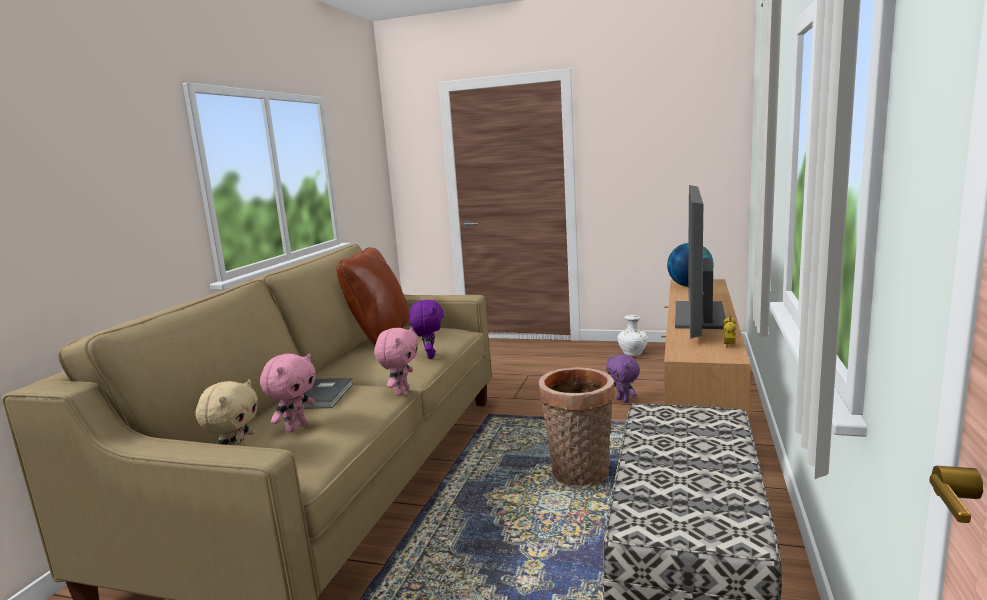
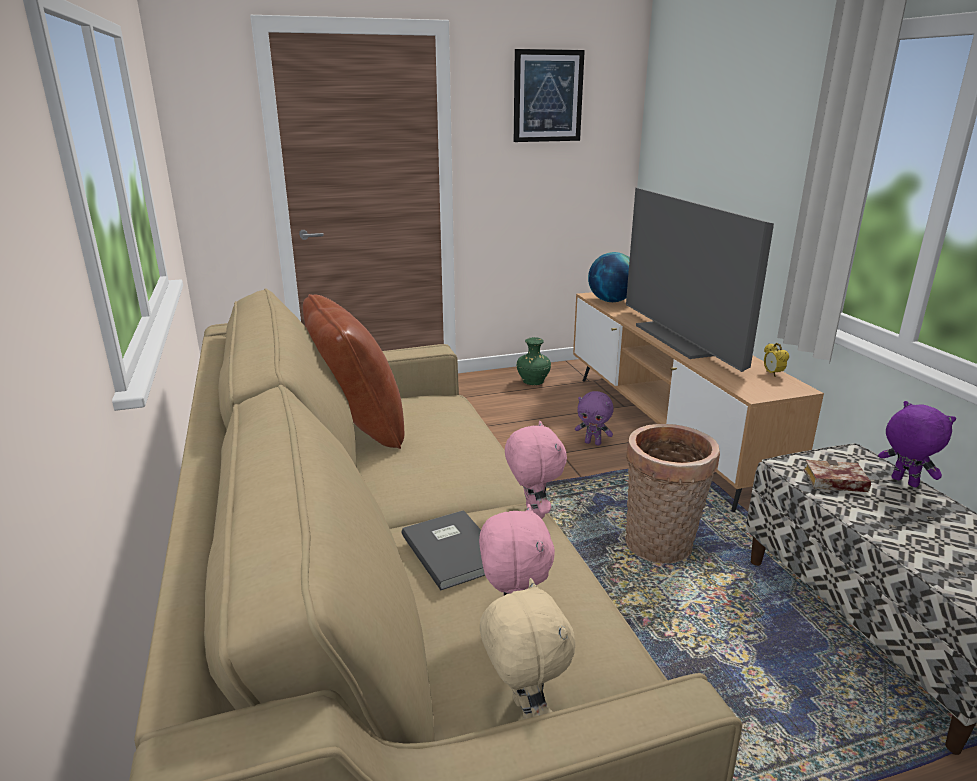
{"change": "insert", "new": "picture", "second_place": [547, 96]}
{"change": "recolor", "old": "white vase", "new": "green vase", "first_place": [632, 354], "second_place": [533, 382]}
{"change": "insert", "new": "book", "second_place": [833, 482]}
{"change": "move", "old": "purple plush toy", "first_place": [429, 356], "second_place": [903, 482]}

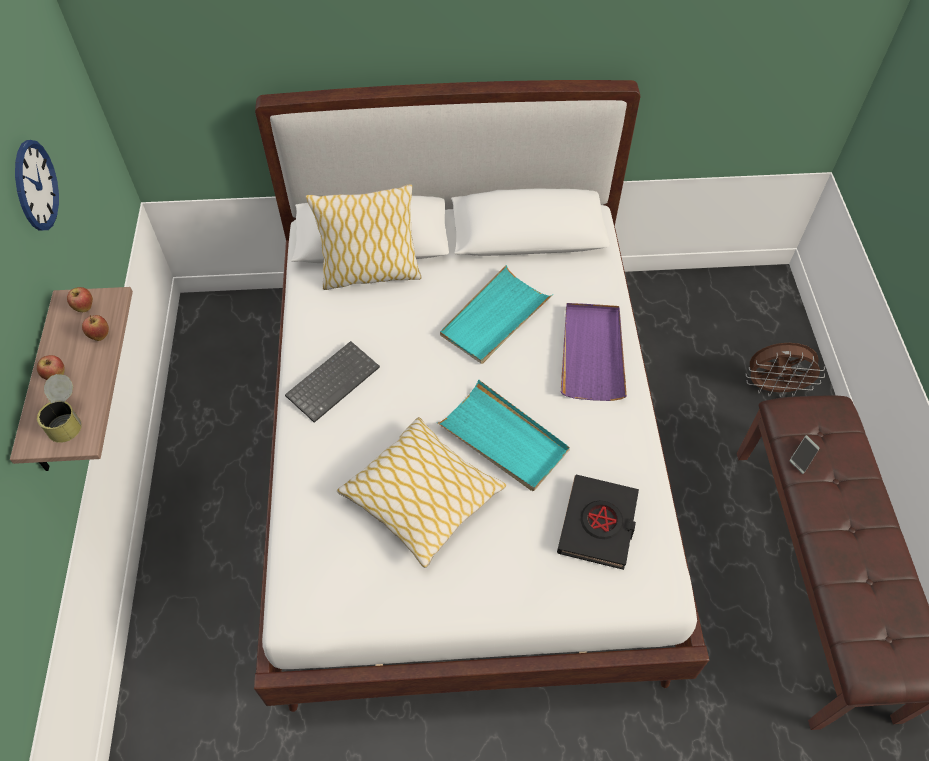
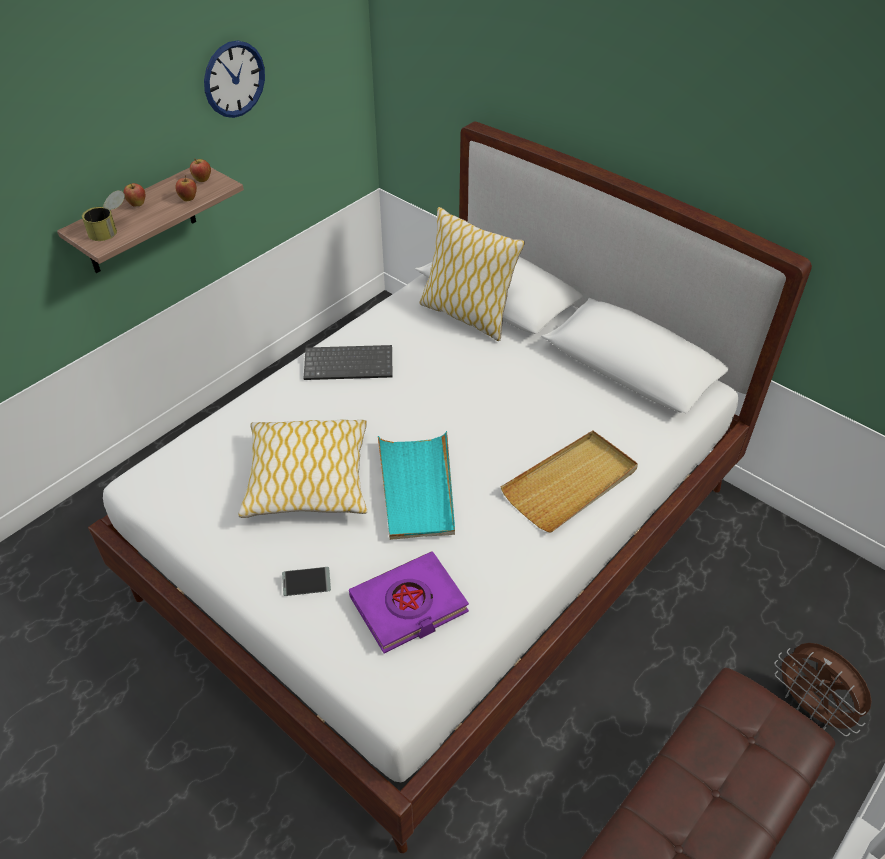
{"change": "move", "old": "phone", "first_place": [803, 456], "second_place": [307, 584]}
{"change": "recolor", "old": "black book", "new": "purple book", "first_place": [598, 524], "second_place": [409, 606]}
{"change": "recolor", "old": "purple tray", "new": "beige tray", "first_place": [592, 353], "second_place": [571, 484]}
{"change": "delete", "old": "turquoise tray", "first_place": [495, 318]}

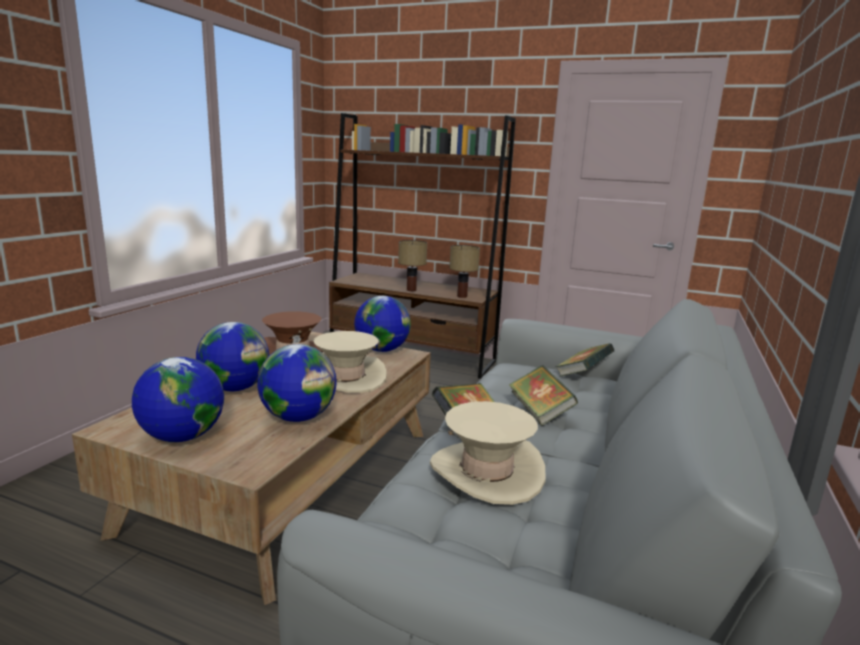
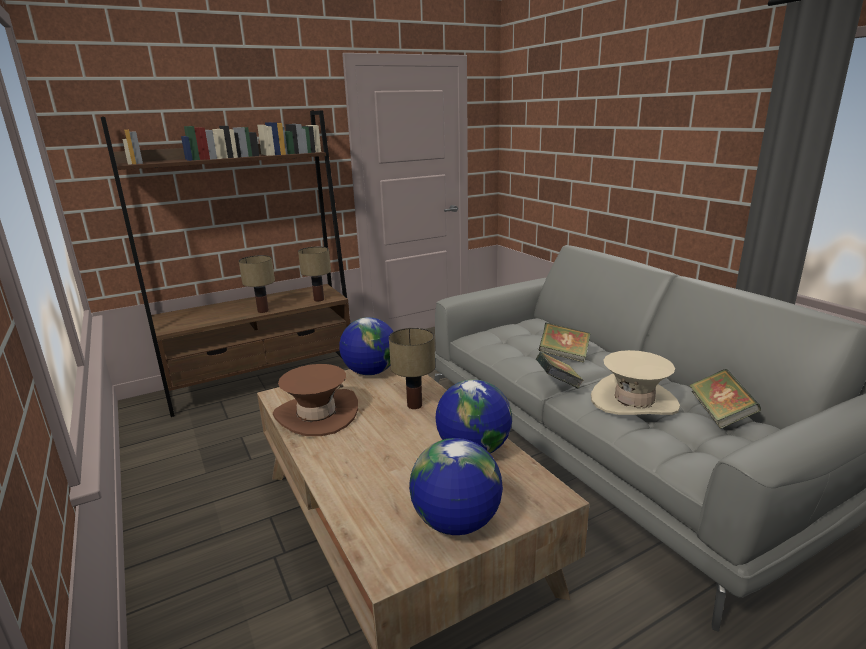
{"change": "replace", "old": "beige hat", "new": "table lamp", "first_place": [346, 378], "second_place": [414, 405]}
{"change": "move", "old": "book", "first_place": [582, 375], "second_place": [720, 414]}
{"change": "delete", "old": "globe", "first_place": [235, 388]}

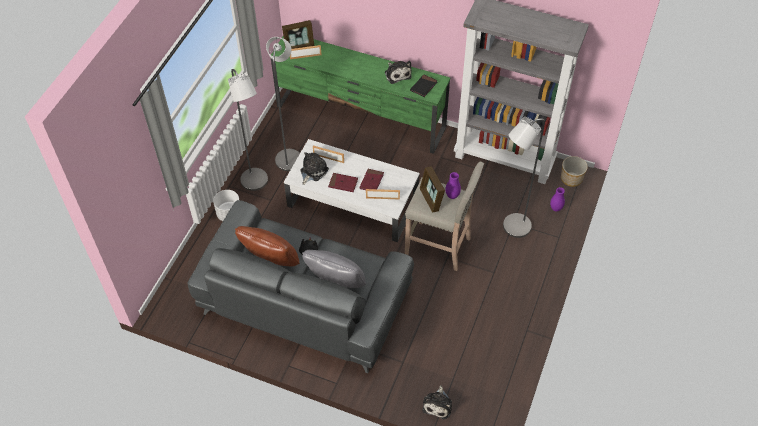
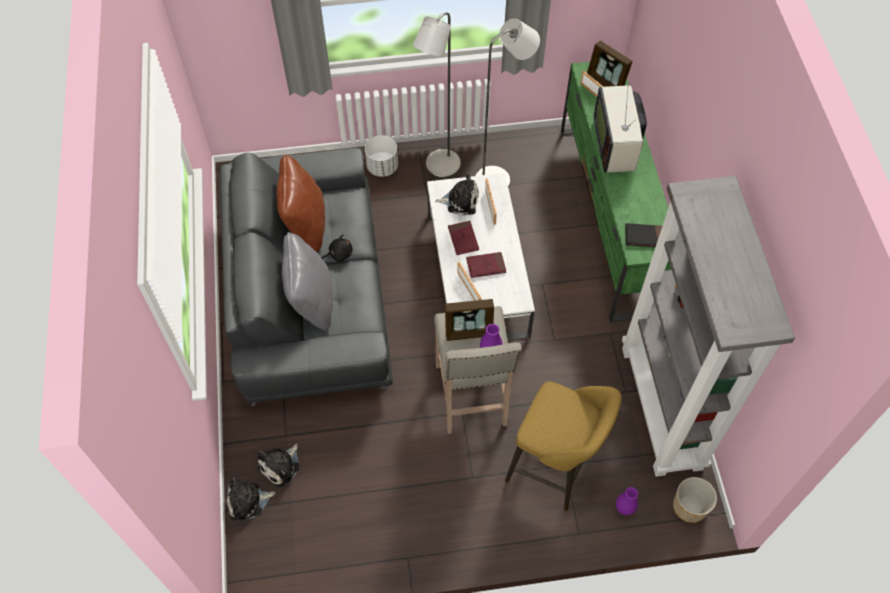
{"change": "move", "old": "plush toy", "first_place": [397, 74], "second_place": [281, 466]}
{"change": "rotate", "old": "picture frame", "first_place": [431, 199], "second_place": [469, 331], "degrees": -135}
{"change": "replace", "old": "grey floor lamp", "new": "yellow stool", "first_place": [512, 228], "second_place": [555, 468]}
{"change": "insert", "new": "television", "second_place": [617, 144]}

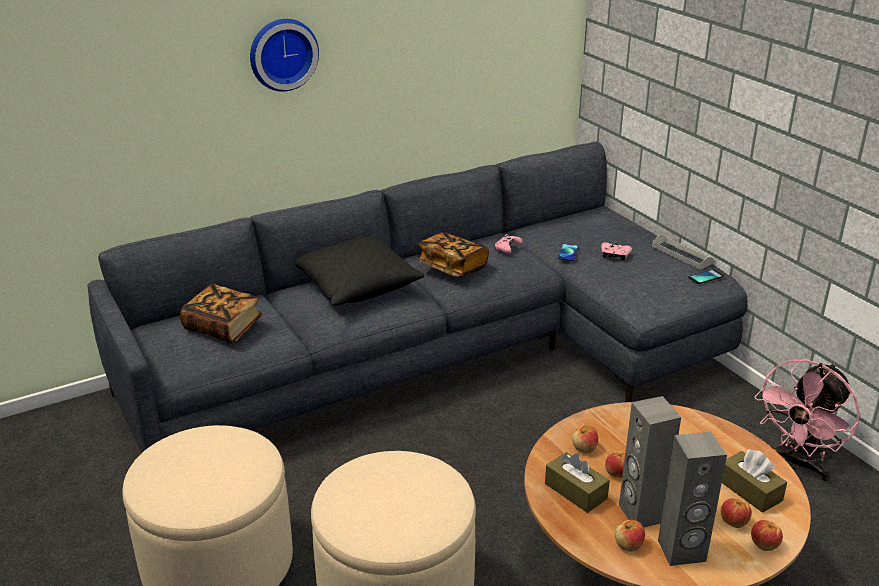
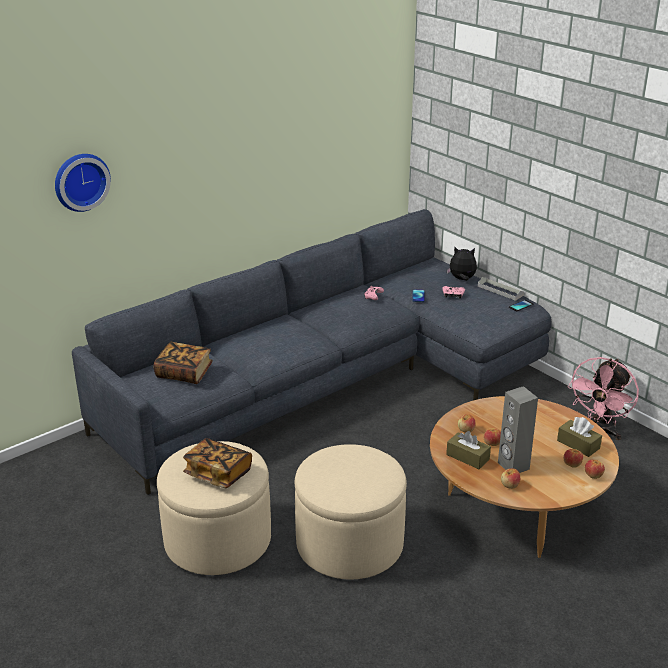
{"change": "move", "old": "wall clock", "first_place": [282, 53], "second_place": [80, 181]}
{"change": "move", "old": "book", "first_place": [452, 267], "second_place": [218, 474]}
{"change": "insert", "new": "plush toy", "second_place": [462, 279]}
{"change": "delete", "old": "black pillow", "first_place": [355, 285]}
{"change": "delete", "old": "grey speaker", "first_place": [682, 551]}

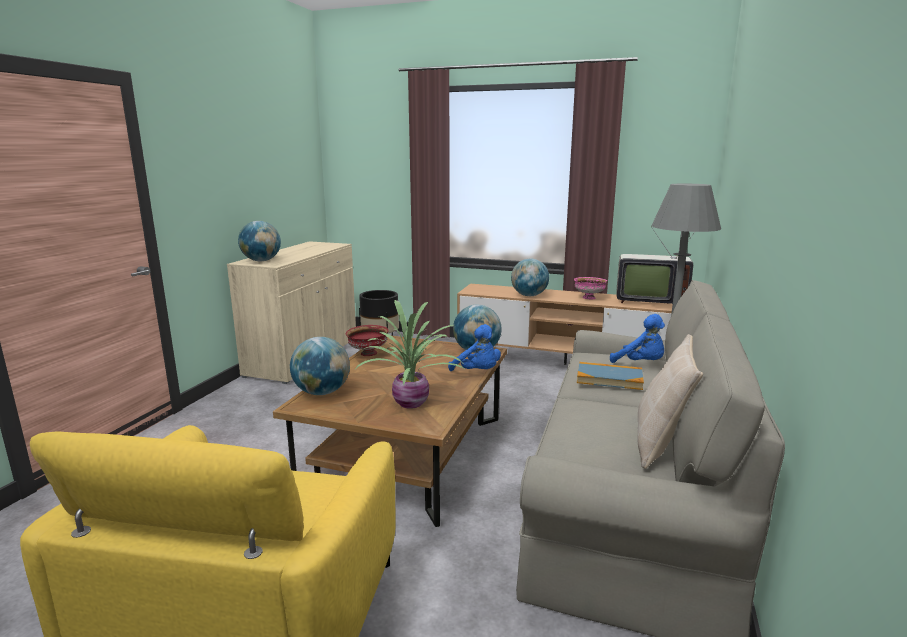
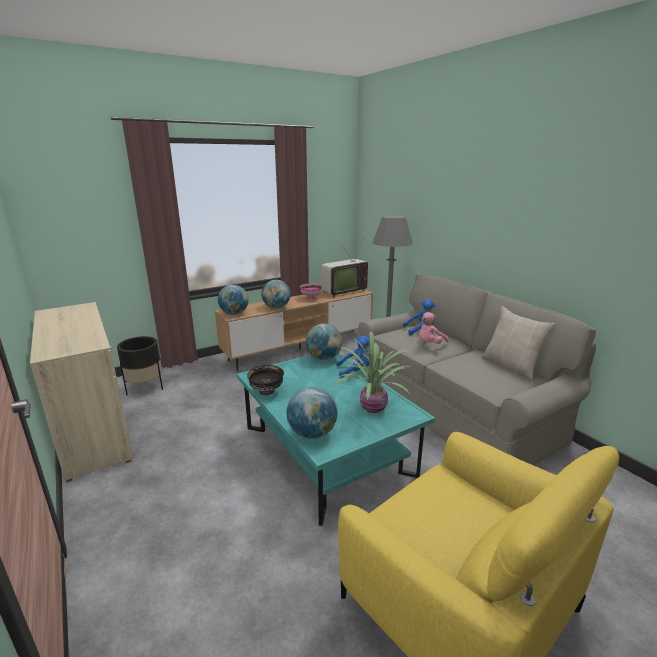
{"change": "move", "old": "globe", "first_place": [261, 261], "second_place": [234, 314]}
{"change": "recolor", "old": "brown coffee table", "new": "turquoise coffee table", "first_place": [408, 453], "second_place": [327, 450]}
{"change": "recolor", "old": "red bowl", "new": "black bowl", "first_place": [368, 354], "second_place": [267, 392]}
{"change": "replace", "old": "book", "new": "pink plush toy", "first_place": [609, 378], "second_place": [430, 344]}

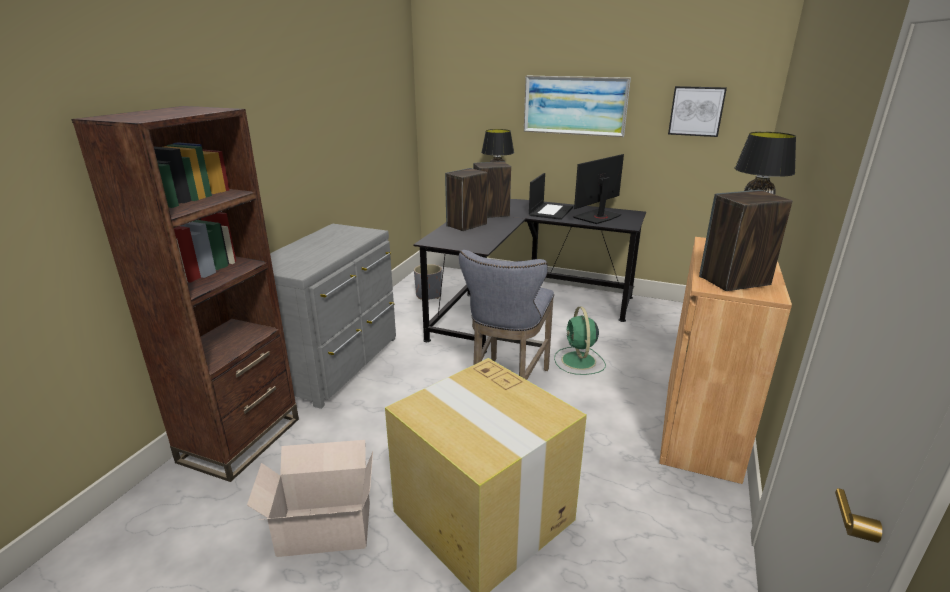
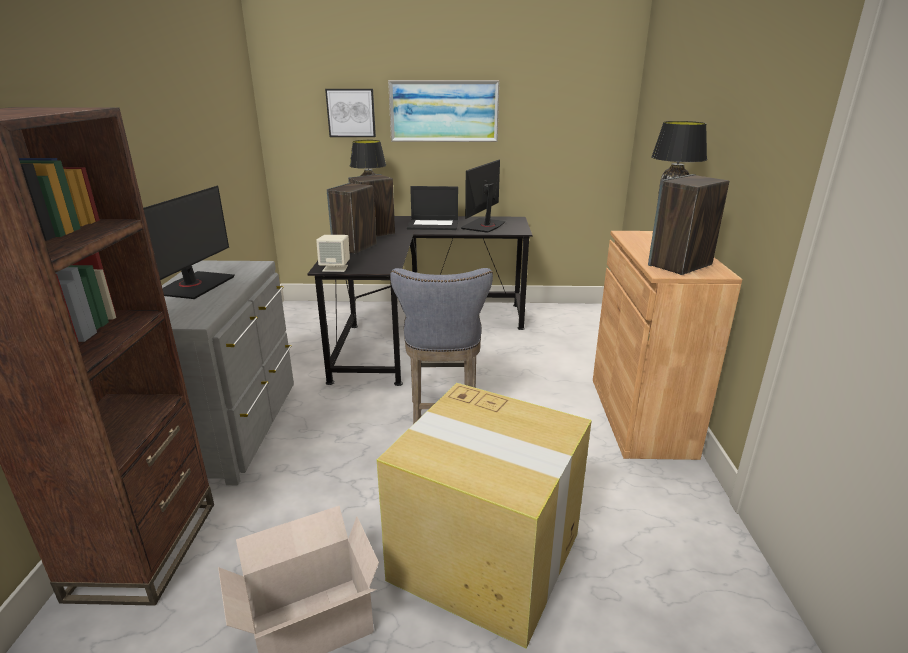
{"change": "insert", "new": "monitor", "second_place": [195, 285]}
{"change": "insert", "new": "beige speaker", "second_place": [335, 268]}
{"change": "move", "old": "picture", "first_place": [696, 111], "second_place": [351, 113]}
{"change": "rotate", "old": "laptop", "first_place": [550, 211], "second_place": [433, 225], "degrees": 90}
{"change": "delete", "old": "grey planter", "first_place": [428, 295]}
{"change": "delete", "old": "green fan", "first_place": [579, 361]}

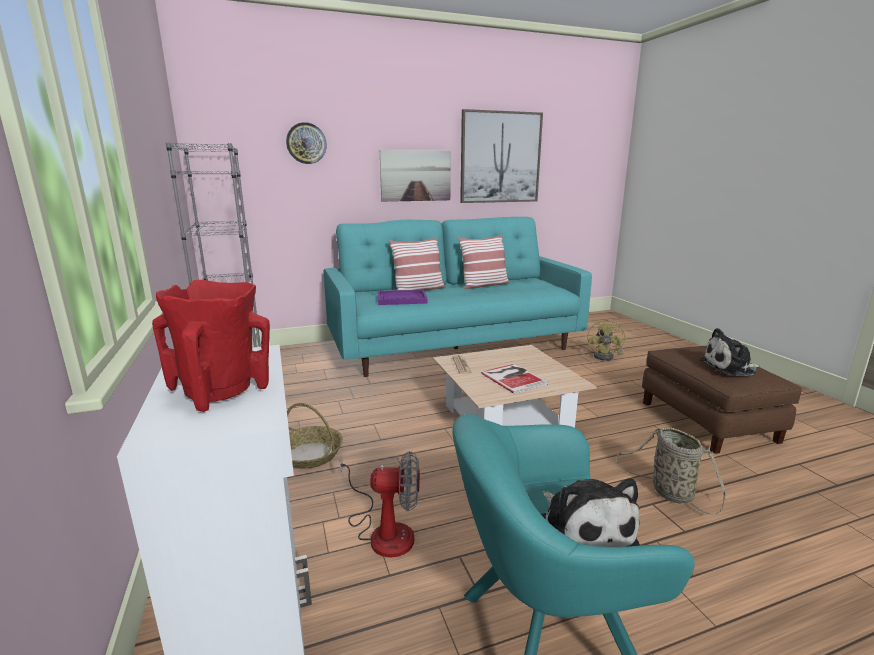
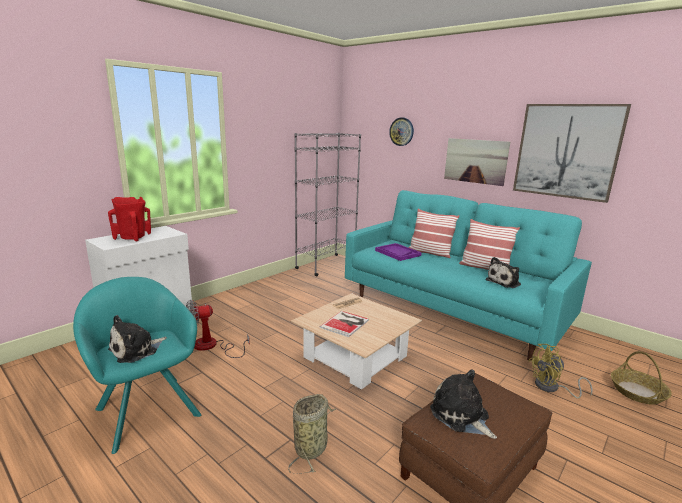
{"change": "rotate", "old": "fan", "first_place": [383, 530], "second_place": [212, 346], "degrees": 90}
{"change": "insert", "new": "plush toy", "second_place": [504, 282]}
{"change": "move", "old": "basket", "first_place": [310, 454], "second_place": [637, 392]}

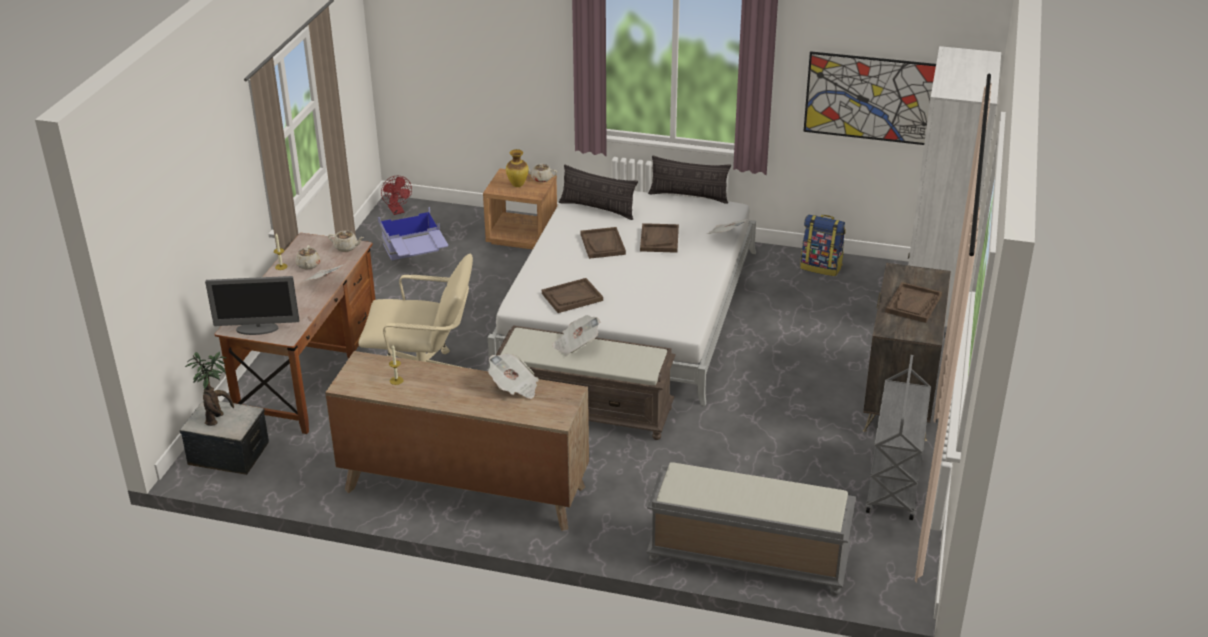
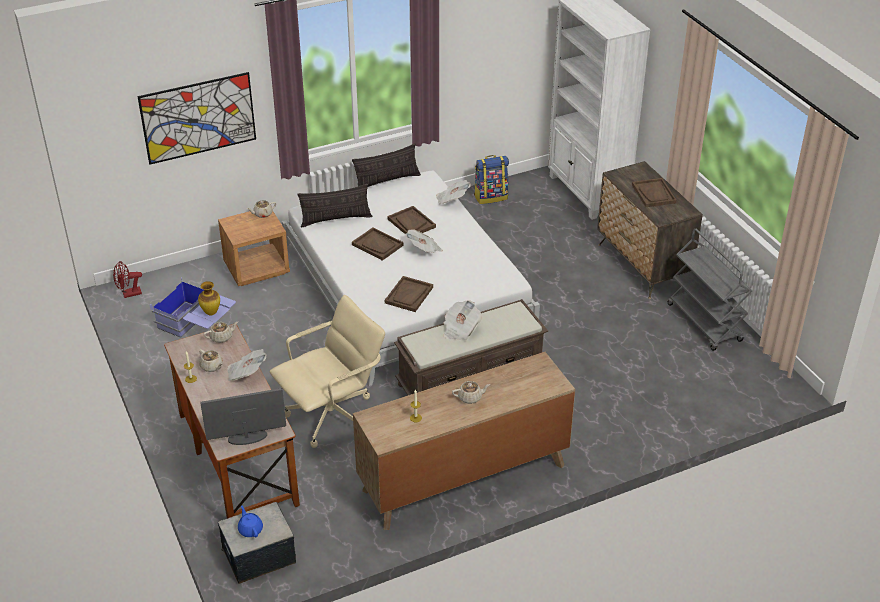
{"change": "rotate", "old": "red fan", "first_place": [397, 211], "second_place": [129, 294], "degrees": 135}
{"change": "move", "old": "picture", "first_place": [870, 98], "second_place": [198, 118]}
{"change": "move", "old": "vase", "first_place": [518, 185], "second_place": [211, 312]}
{"change": "rotate", "old": "monitor", "first_place": [257, 329], "second_place": [247, 437], "degrees": -150}
{"change": "replace", "old": "potted plant", "new": "blue teapot", "first_place": [217, 417], "second_place": [250, 529]}
{"change": "move", "old": "newspaper", "first_place": [514, 387], "second_place": [424, 249]}
{"change": "insert", "new": "beige teapot", "second_place": [470, 397]}
{"change": "delete", "old": "grey bench", "first_place": [746, 558]}

